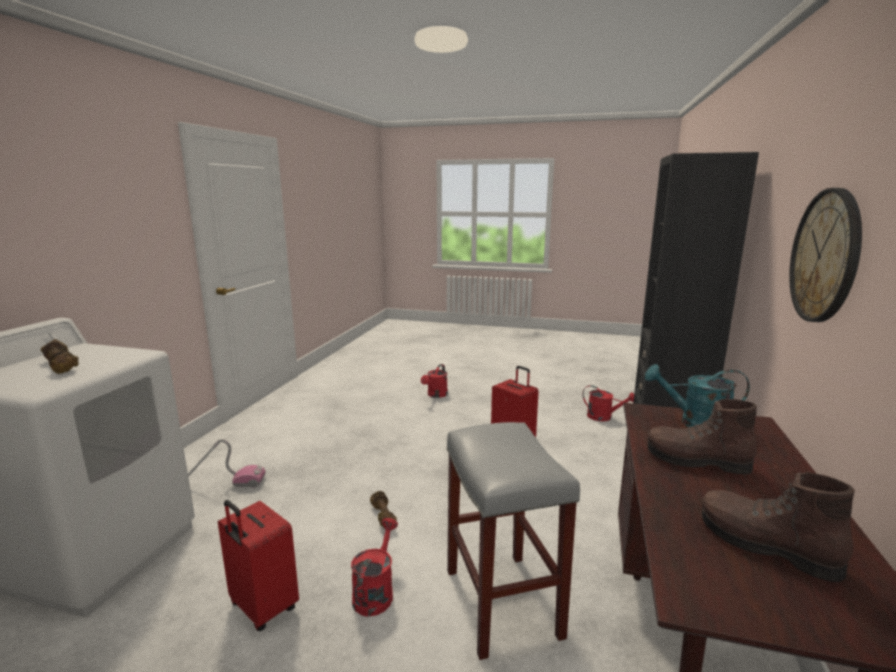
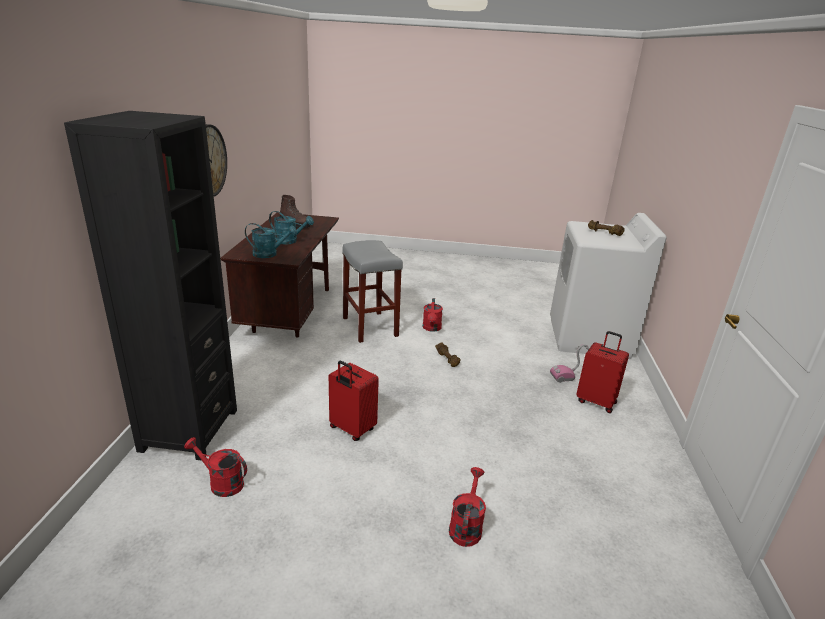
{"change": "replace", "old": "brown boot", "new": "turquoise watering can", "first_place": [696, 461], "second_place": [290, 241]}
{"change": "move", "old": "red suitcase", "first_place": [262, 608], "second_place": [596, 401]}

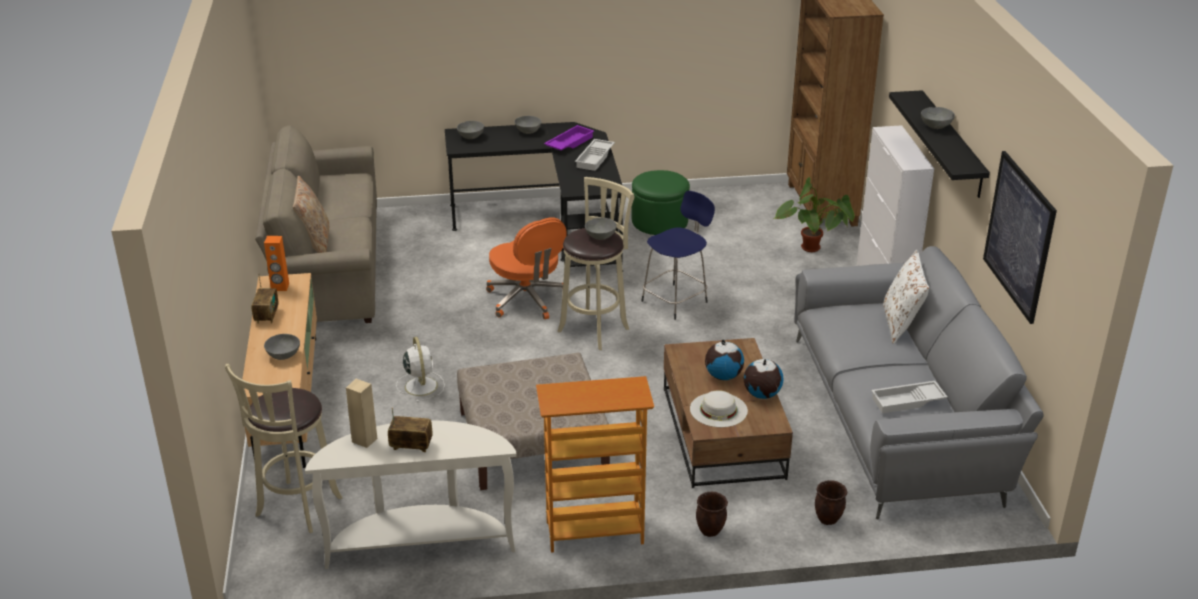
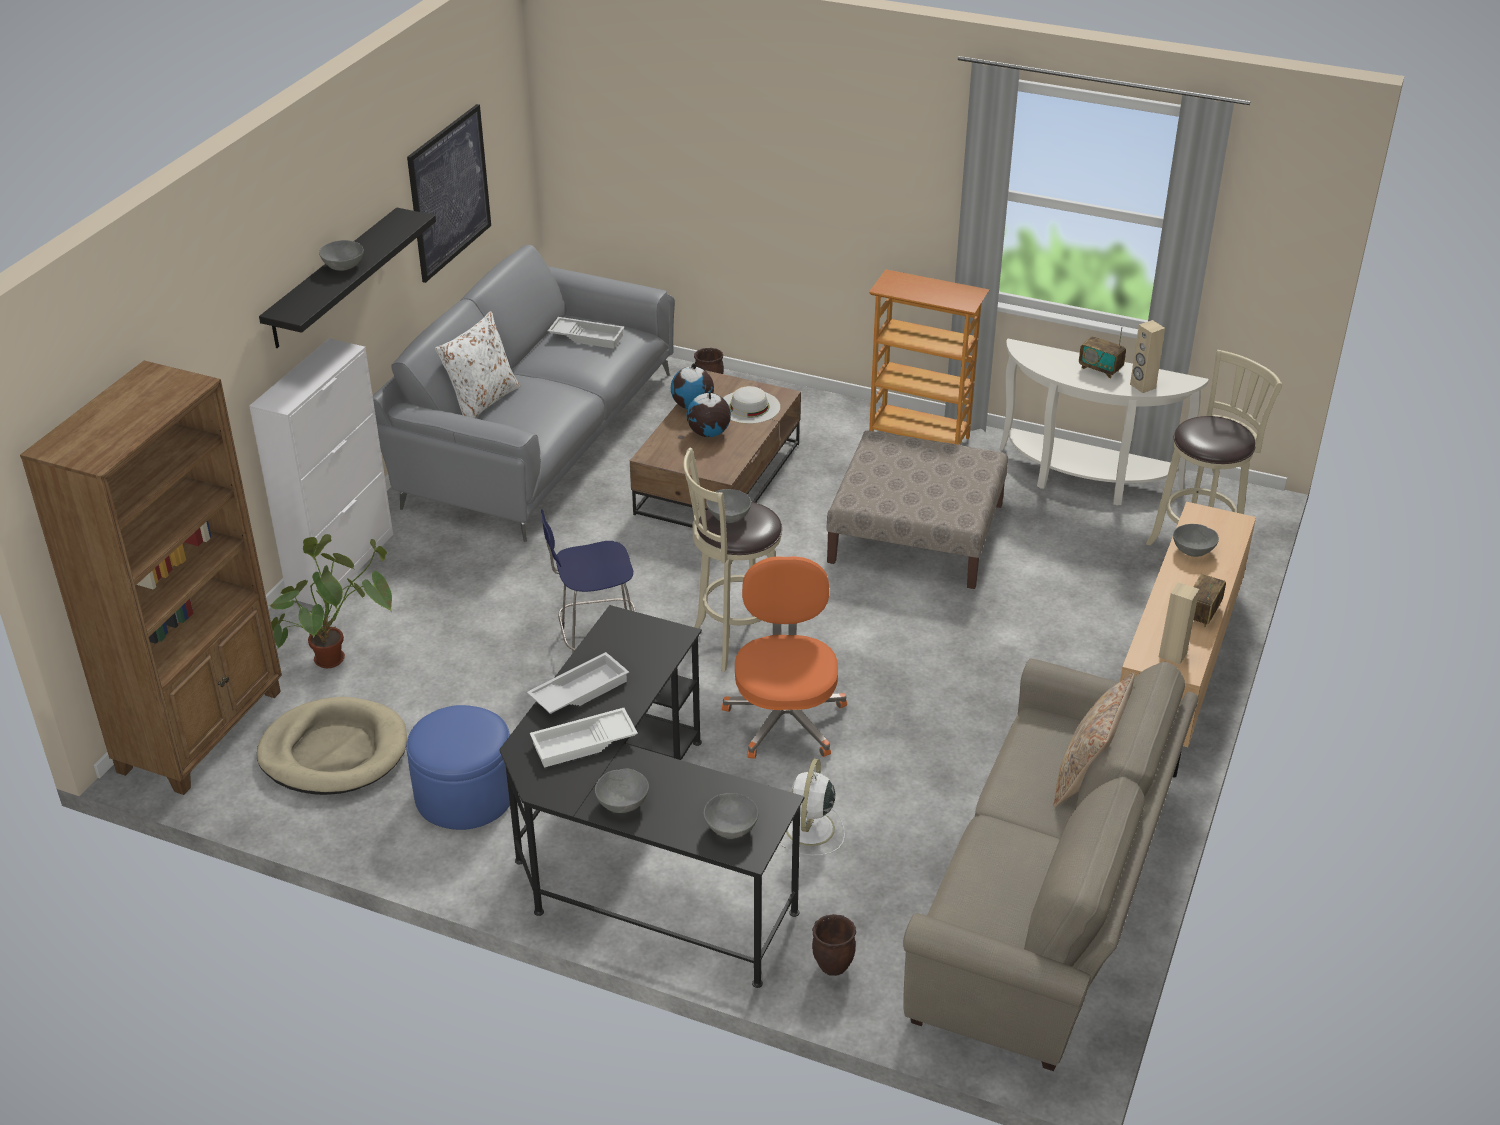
{"change": "insert", "new": "beige dog bed", "second_place": [334, 752]}
{"change": "recolor", "old": "green ottoman", "new": "blue ottoman", "first_place": [659, 221], "second_place": [465, 794]}
{"change": "recolor", "old": "purple tray", "new": "white tray", "first_place": [569, 143], "second_place": [583, 744]}
{"change": "move", "old": "white fan", "first_place": [420, 385], "second_place": [809, 830]}
{"change": "move", "old": "brown planter", "first_place": [710, 531], "second_place": [833, 966]}
{"change": "recolor", "old": "orange speaker", "new": "beige speaker", "first_place": [280, 287], "second_place": [1173, 654]}

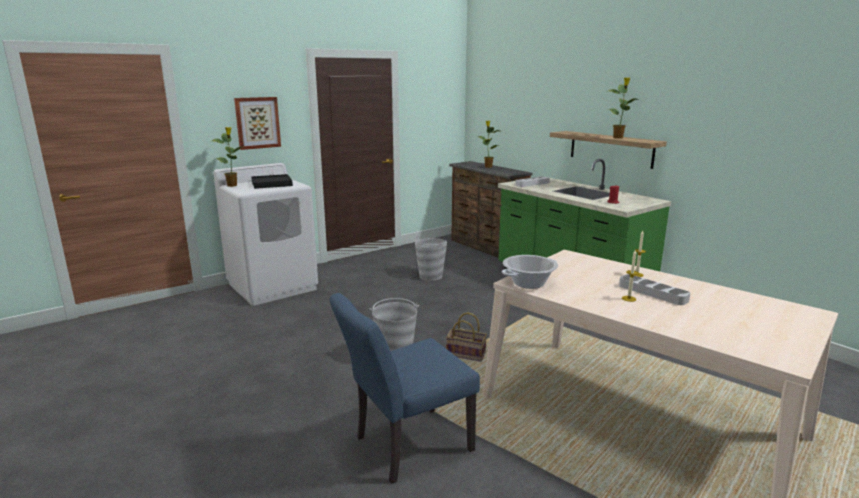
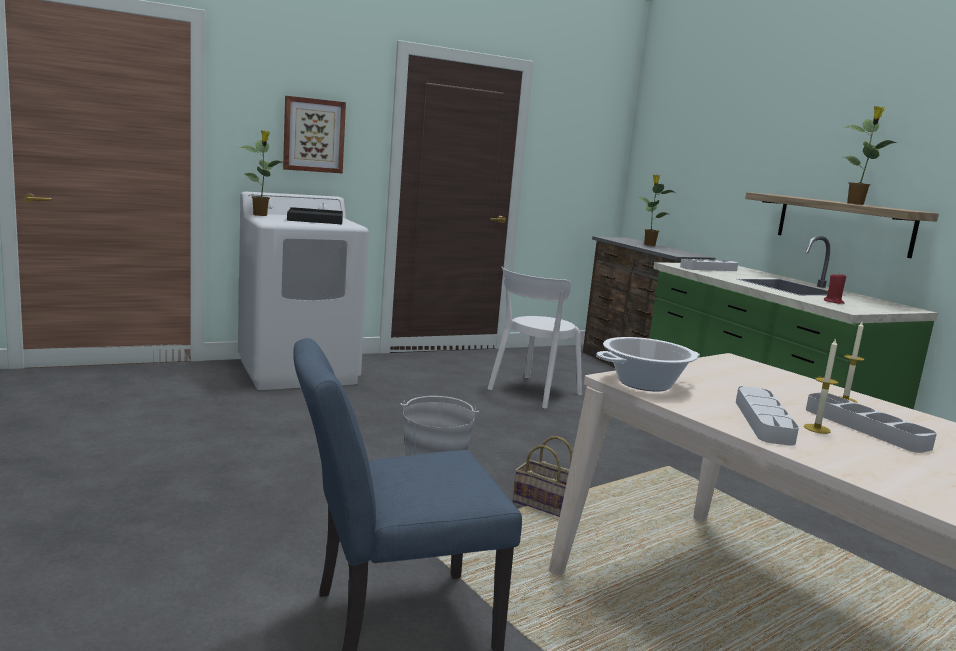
{"change": "replace", "old": "grey bucket", "new": "white chair", "first_place": [430, 276], "second_place": [532, 392]}
{"change": "insert", "new": "grey tray", "second_place": [763, 421]}

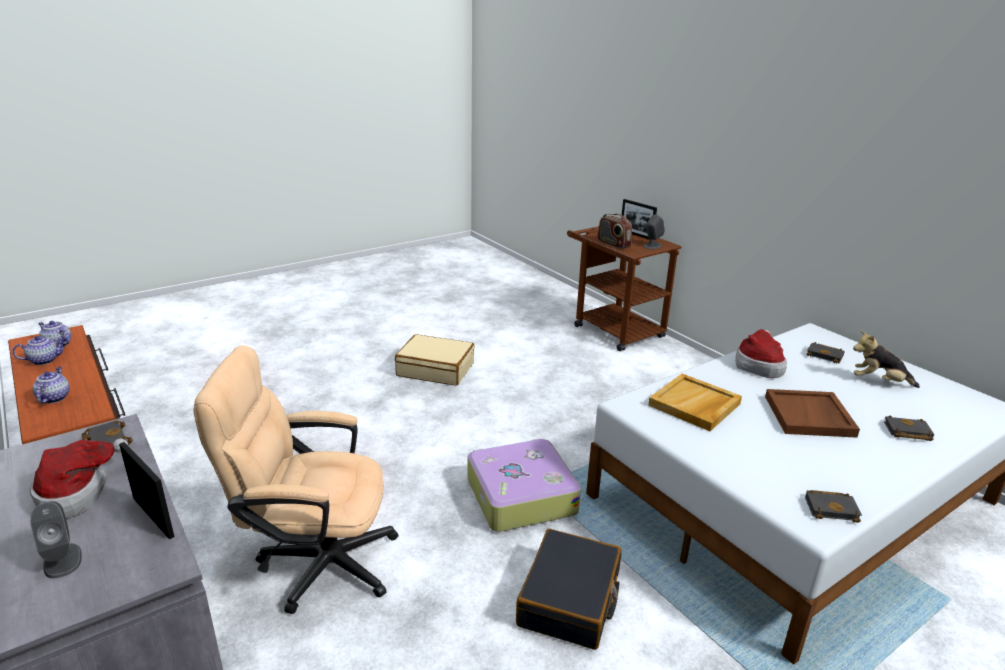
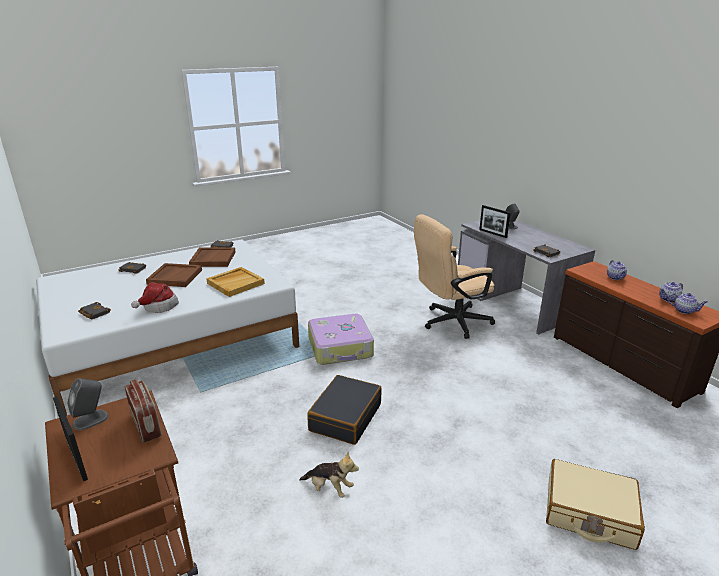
{"change": "insert", "new": "brown tray", "second_place": [213, 259]}
{"change": "move", "old": "plush toy", "first_place": [878, 381], "second_place": [329, 488]}
{"change": "move", "old": "black suitcase", "first_place": [570, 600], "second_place": [345, 417]}
{"change": "rotate", "old": "beige office chair", "first_place": [315, 562], "second_place": [450, 322], "degrees": 150}
{"change": "move", "old": "beige suitcase", "first_place": [436, 369], "second_place": [589, 513]}
{"change": "delete", "old": "hat", "first_place": [77, 493]}

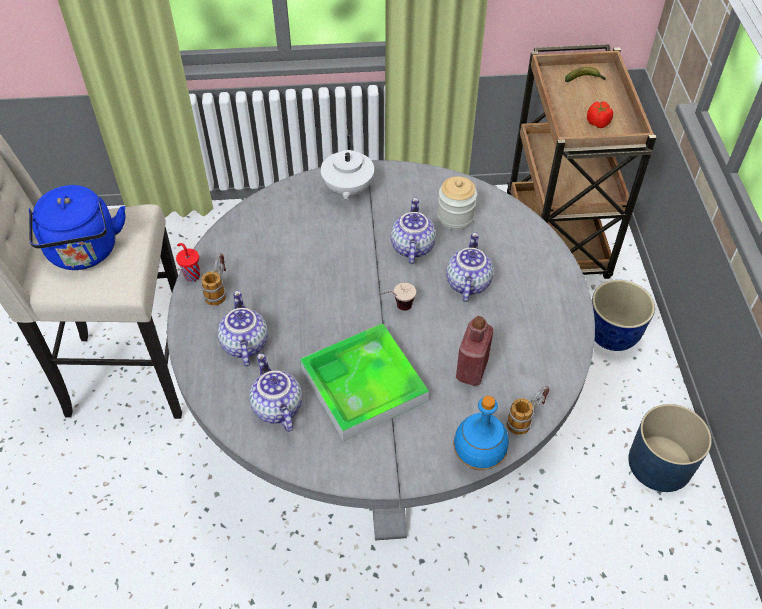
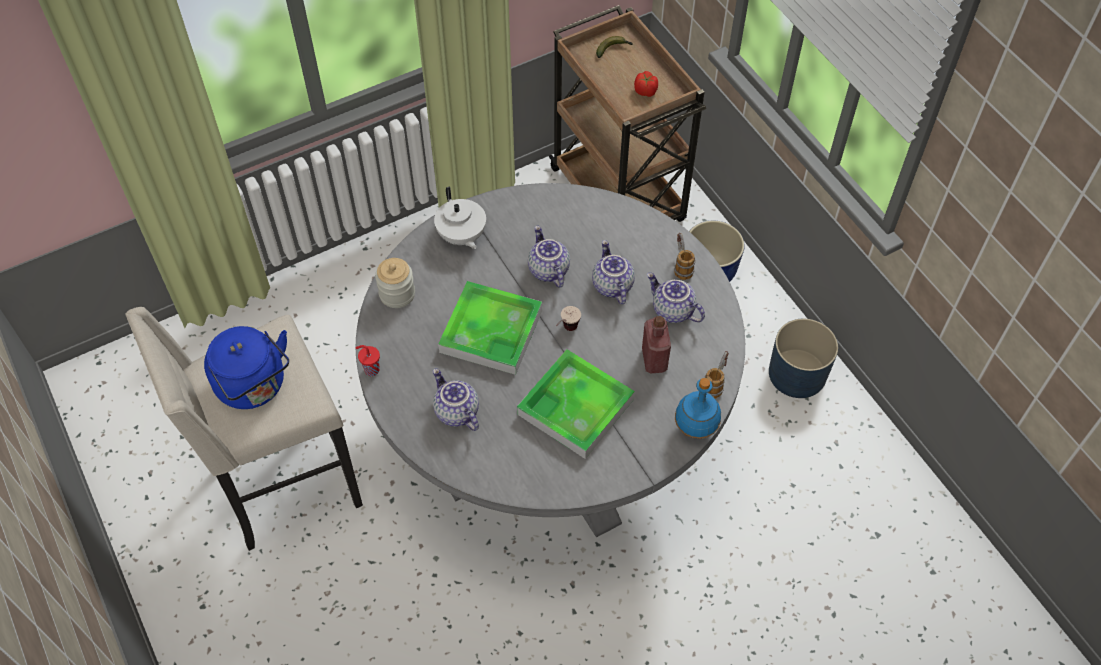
{"change": "move", "old": "jar", "first_place": [455, 217], "second_place": [397, 294]}
{"change": "insert", "new": "tray", "second_place": [491, 331]}
{"change": "move", "old": "teapot", "first_place": [276, 407], "second_place": [672, 311]}
{"change": "move", "old": "mug", "first_place": [219, 289], "second_place": [681, 265]}

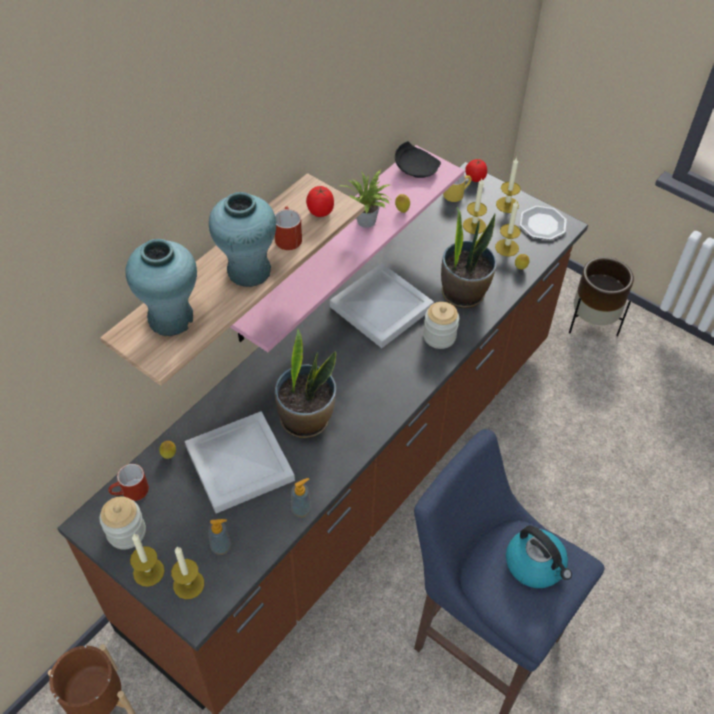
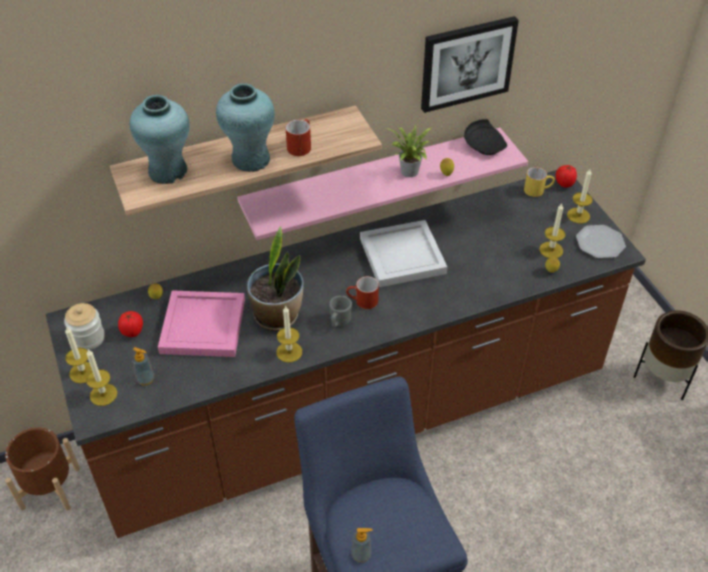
{"change": "move", "old": "tomato", "first_place": [320, 211], "second_place": [133, 332]}
{"change": "recolor", "old": "white tray", "new": "pink tray", "first_place": [238, 463], "second_place": [202, 325]}
{"change": "move", "old": "candle", "first_place": [474, 225], "second_place": [289, 352]}
{"change": "insert", "new": "grey mug", "second_place": [339, 322]}
{"change": "move", "old": "red mug", "first_place": [130, 493], "second_place": [362, 301]}
{"change": "move", "old": "soap dispenser", "first_place": [301, 509], "second_place": [361, 555]}
{"change": "insert", "new": "picture", "second_place": [467, 63]}
{"change": "delete", "old": "jar", "first_place": [439, 336]}
{"change": "delete", "old": "potted plant", "first_place": [463, 293]}
{"change": "delete", "old": "kettle", "first_place": [535, 565]}

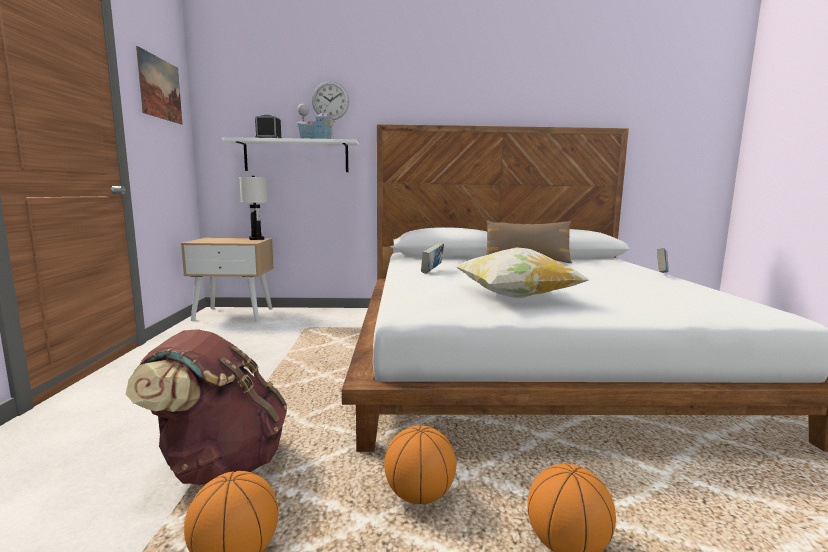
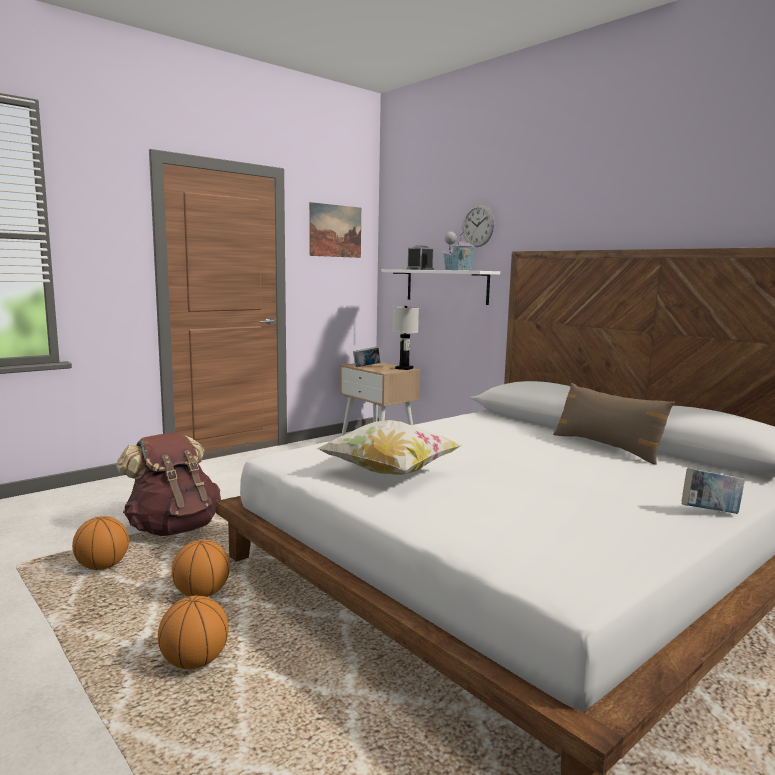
{"change": "move", "old": "book", "first_place": [432, 271], "second_place": [366, 367]}

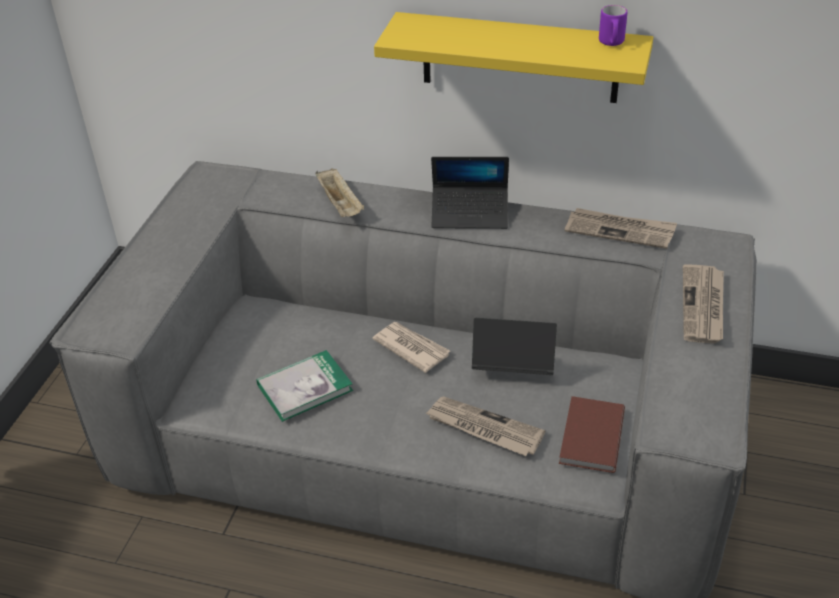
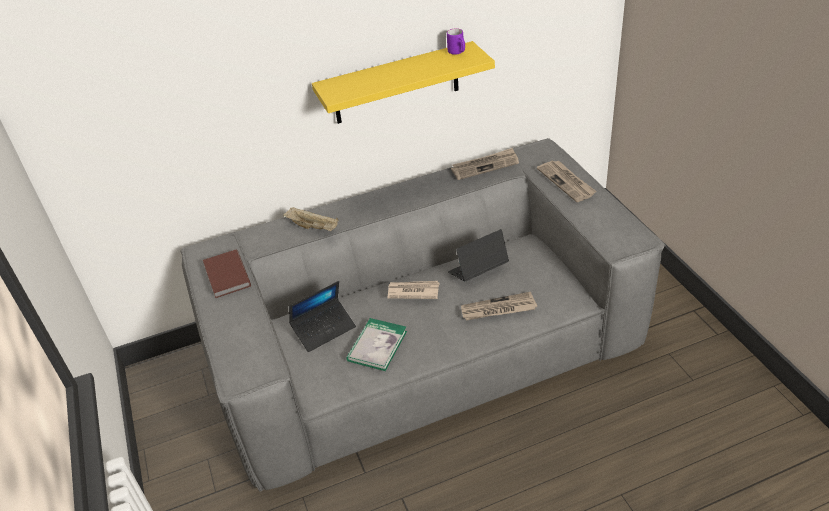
{"change": "move", "old": "brown book", "first_place": [589, 437], "second_place": [226, 276]}
{"change": "move", "old": "laptop", "first_place": [470, 214], "second_place": [324, 329]}

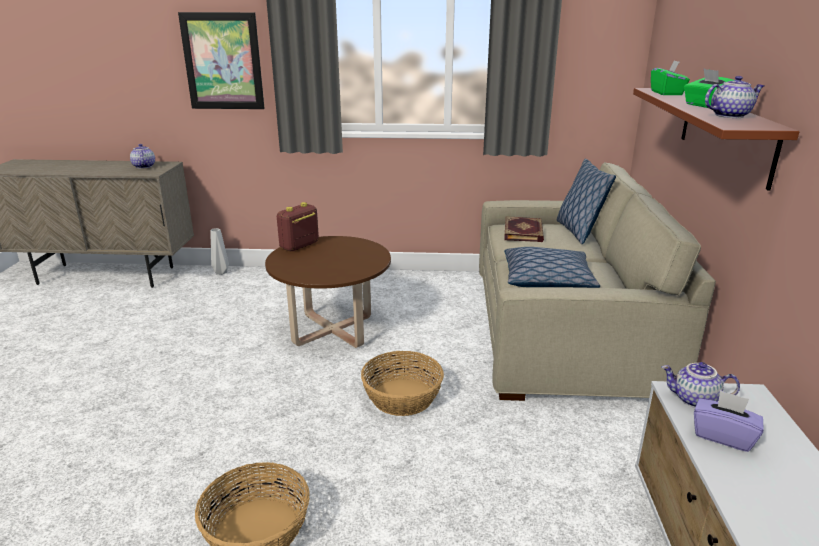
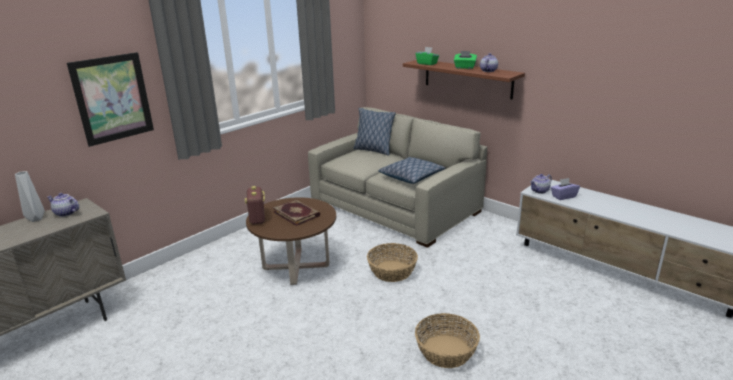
{"change": "move", "old": "grey vase", "first_place": [221, 273], "second_place": [36, 219]}
{"change": "move", "old": "book", "first_place": [524, 232], "second_place": [297, 214]}

